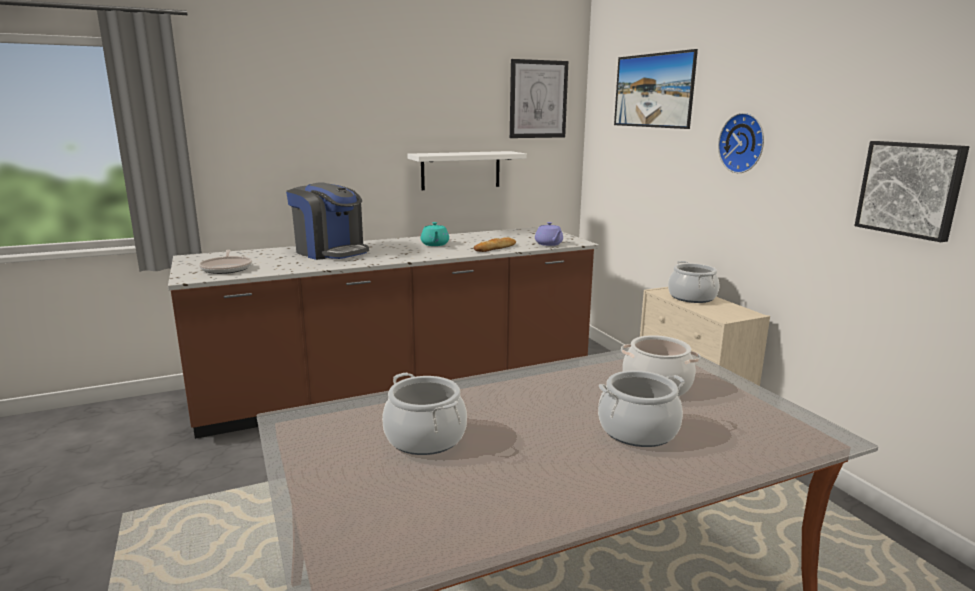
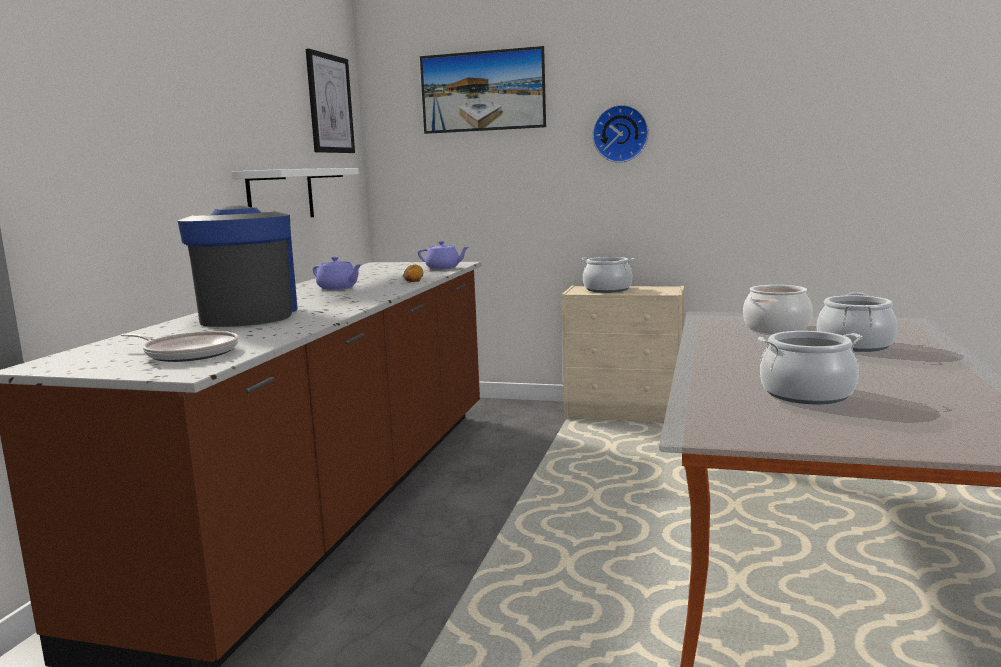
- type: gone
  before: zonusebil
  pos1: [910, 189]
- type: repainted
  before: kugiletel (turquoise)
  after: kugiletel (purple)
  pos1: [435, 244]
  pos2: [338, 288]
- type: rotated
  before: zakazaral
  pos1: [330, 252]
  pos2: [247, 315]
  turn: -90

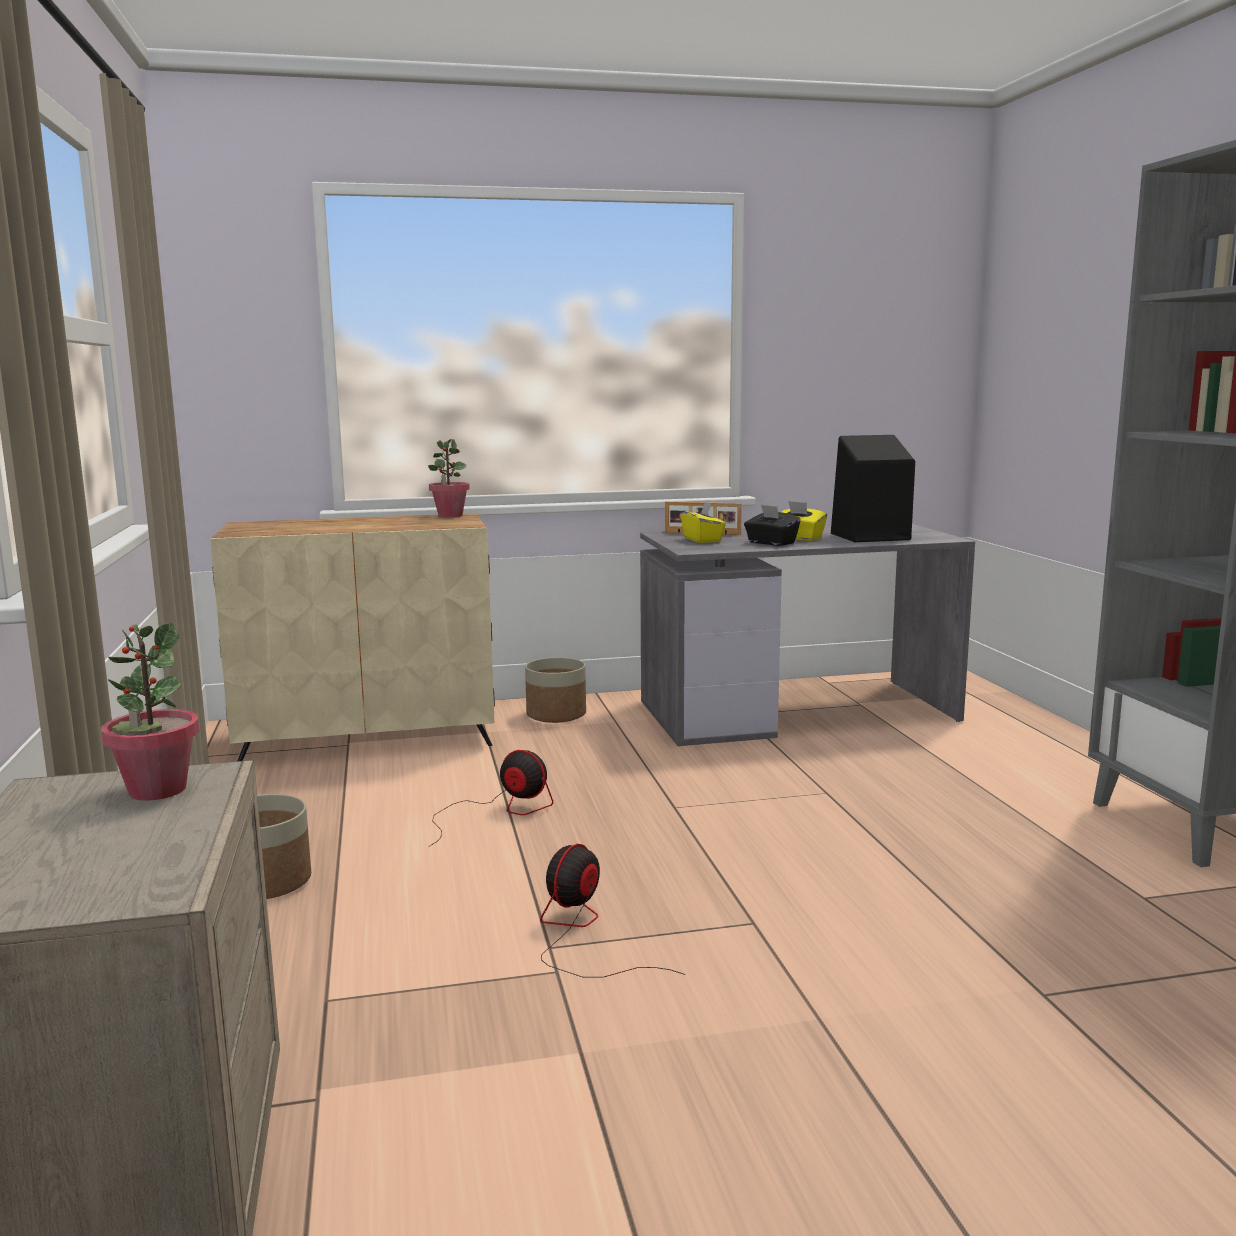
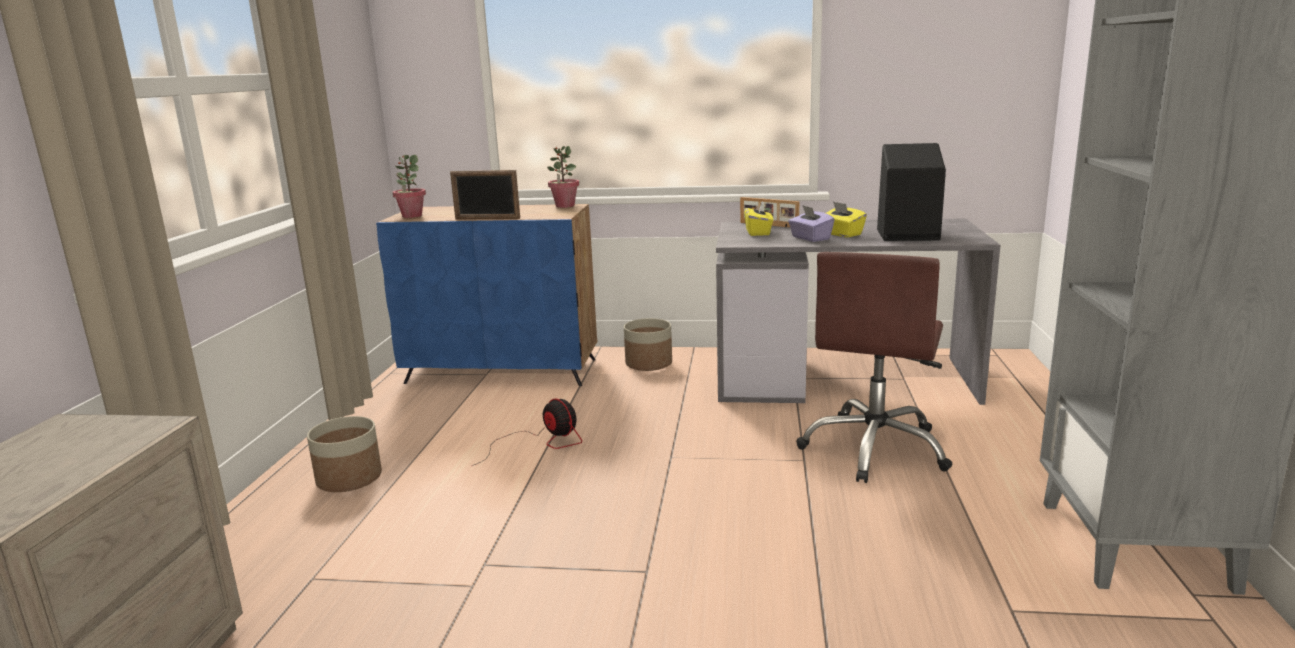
- type: gone
  before: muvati
  pos1: [581, 932]
- type: new
  after: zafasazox
  pos2: [487, 219]
- type: new
  after: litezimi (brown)
  pos2: [875, 448]
- type: shifted
  before: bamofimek
  pos1: [157, 790]
  pos2: [412, 216]
- type: repainted
  before: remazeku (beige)
  after: remazeku (blue)
  pos1: [369, 739]
  pos2: [503, 371]
- type: repainted
  before: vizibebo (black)
  after: vizibebo (purple)
  pos1: [771, 543]
  pos2: [810, 238]

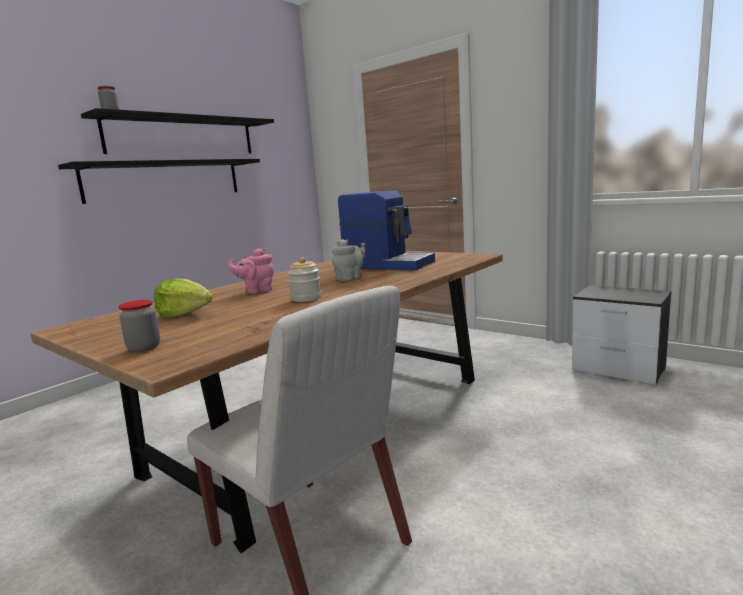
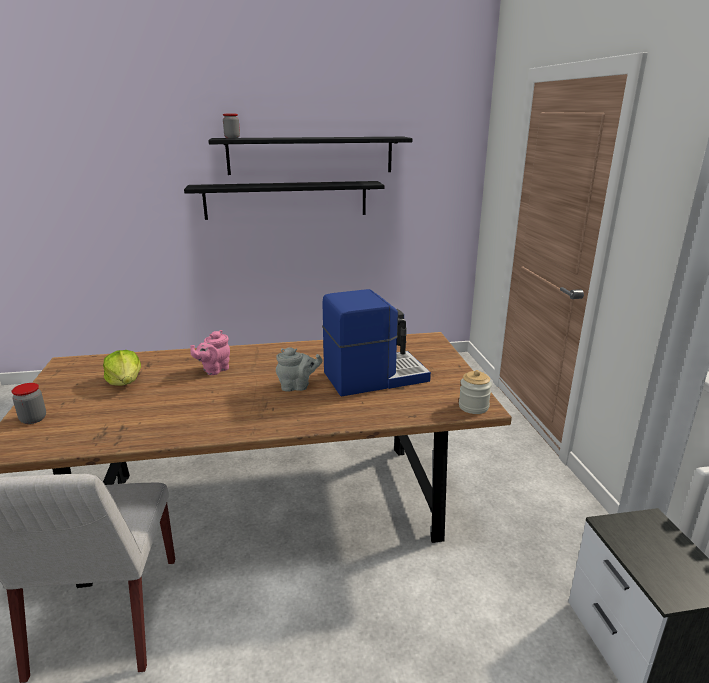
- type: shifted
  before: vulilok
  pos1: [306, 298]
  pos2: [473, 407]
- type: rotated
  before: kugiletel (pink)
  pos1: [257, 291]
  pos2: [214, 370]
  turn: -60
- type: rotated
  before: zakazaral
  pos1: [388, 265]
  pos2: [374, 376]
  turn: -90

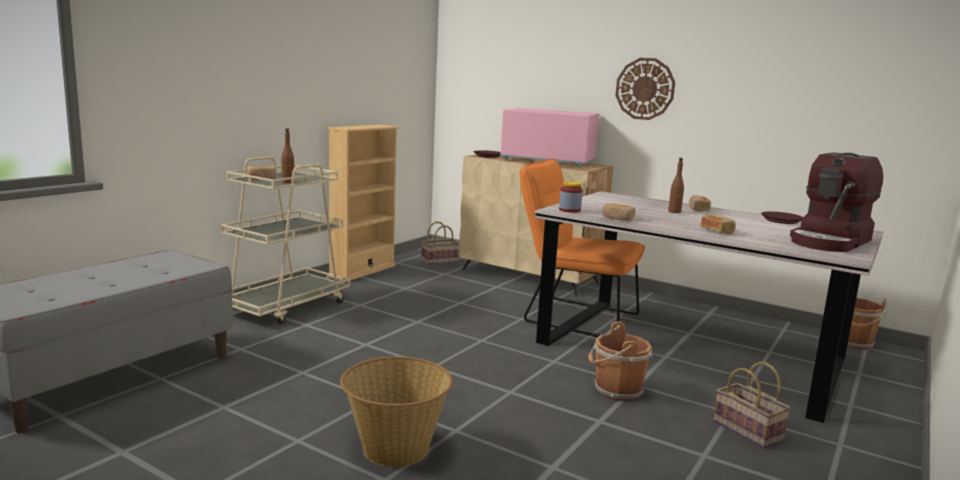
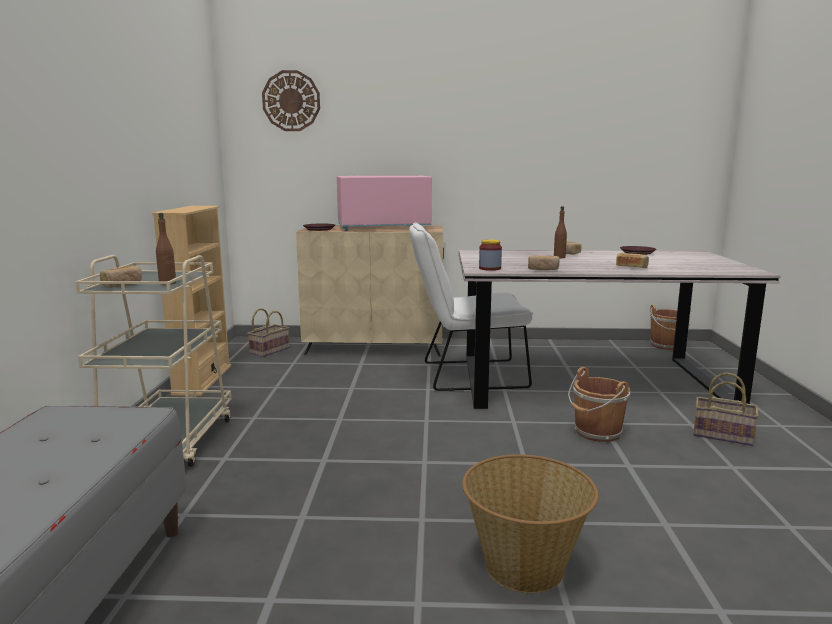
- type: gone
  before: zakazaral
  pos1: [830, 241]
- type: shifted
  before: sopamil
  pos1: [645, 89]
  pos2: [291, 101]
- type: repainted
  before: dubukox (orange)
  after: dubukox (white)
  pos1: [573, 316]
  pos2: [466, 375]

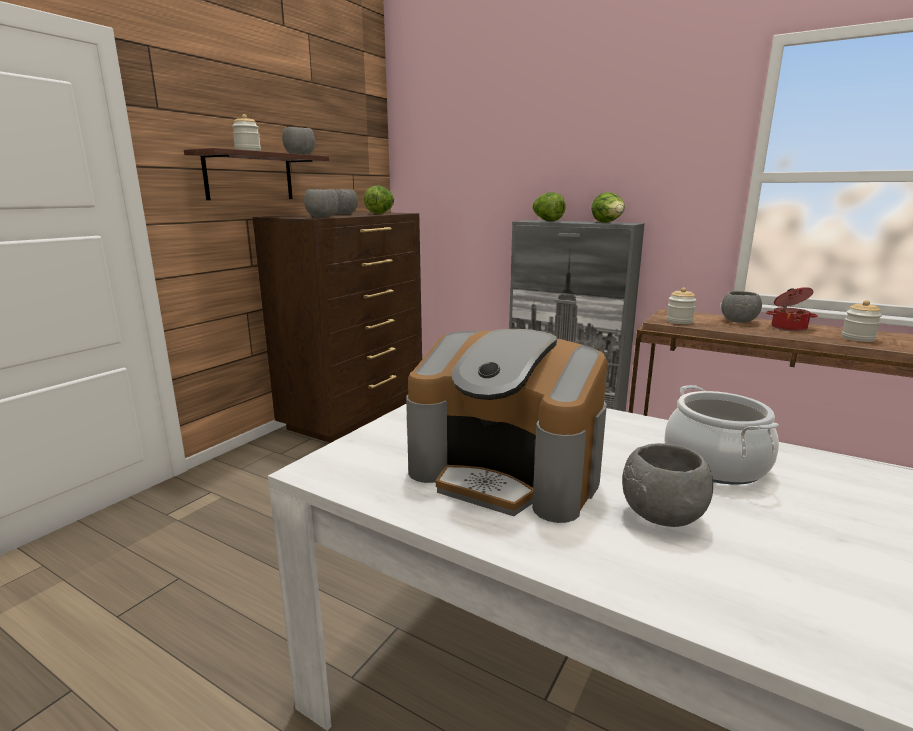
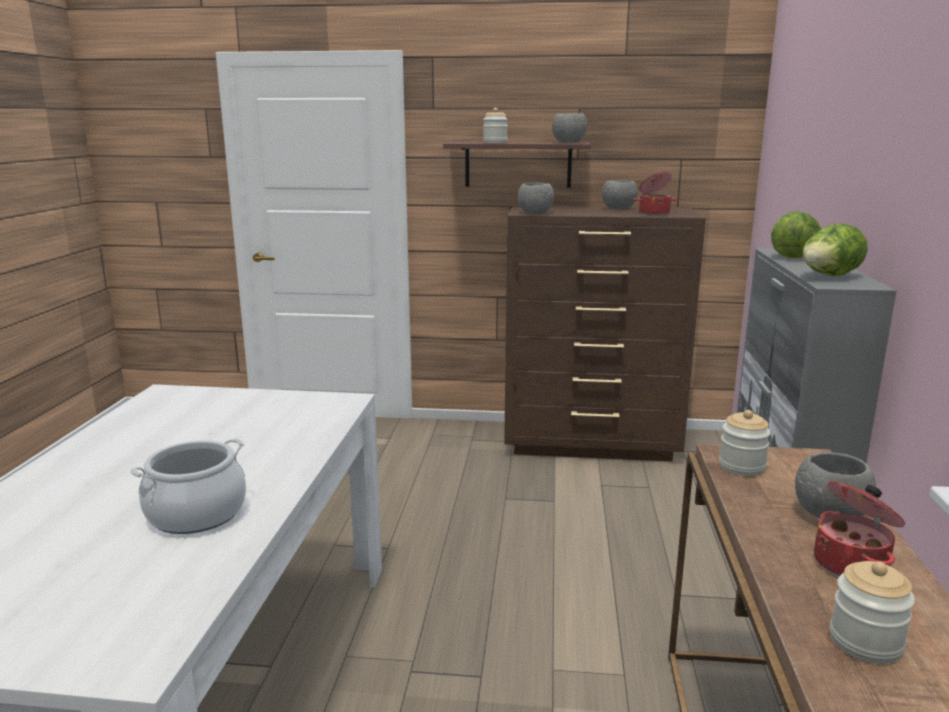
- type: gone
  before: zakazaral
  pos1: [507, 473]
- type: gone
  before: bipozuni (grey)
  pos1: [663, 516]
- type: swapped
  before: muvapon
  after: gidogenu
  pos1: [380, 213]
  pos2: [654, 213]

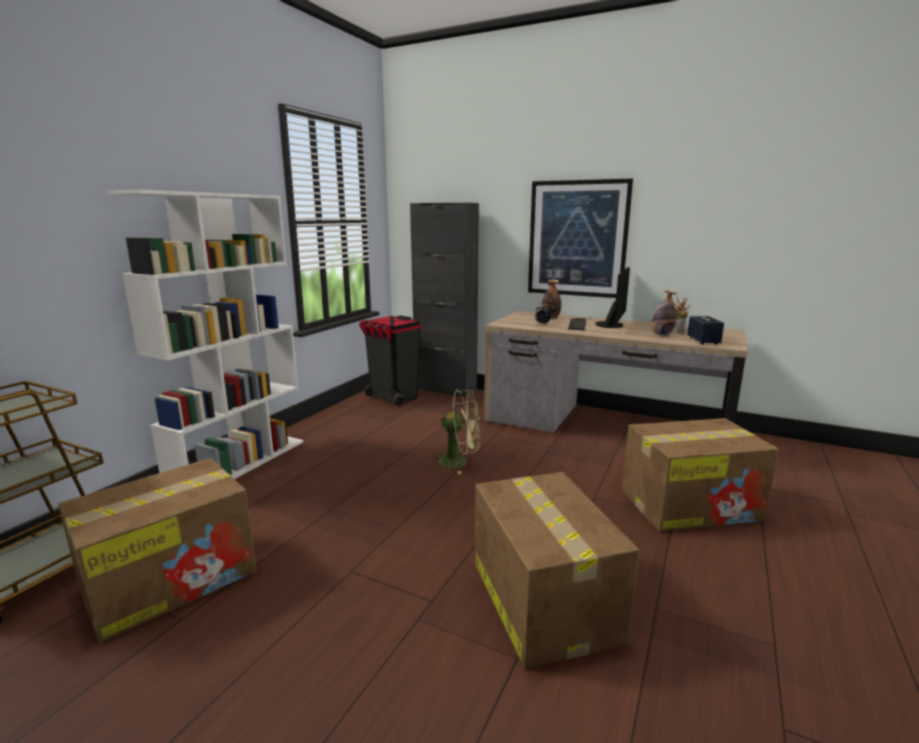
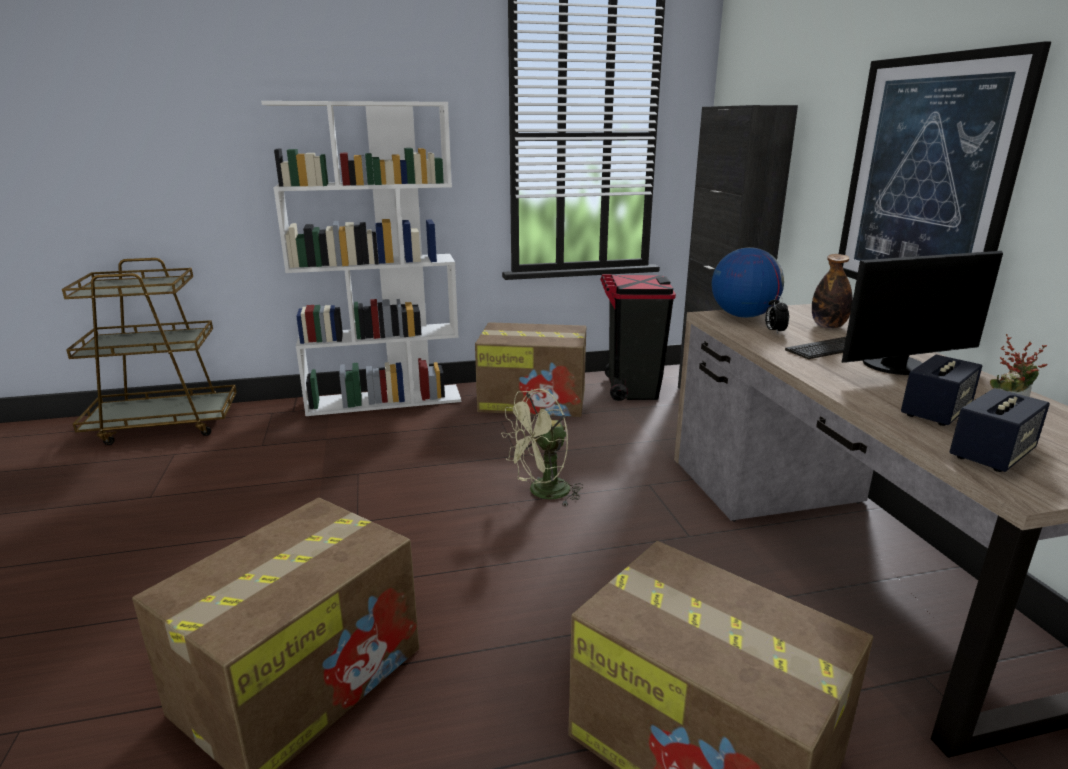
- type: new
  after: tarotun
  pos2: [742, 316]
- type: shifted
  before: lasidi
  pos1: [172, 578]
  pos2: [534, 400]
- type: swapped
  before: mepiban
  after: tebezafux
  pos1: [661, 335]
  pos2: [935, 412]
- type: rotated
  before: muvati (green)
  pos1: [460, 462]
  pos2: [542, 493]
  turn: 90

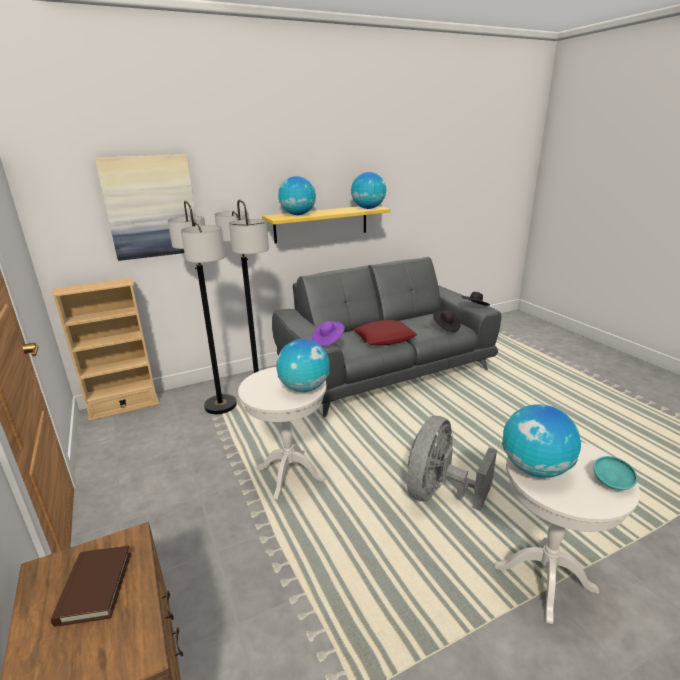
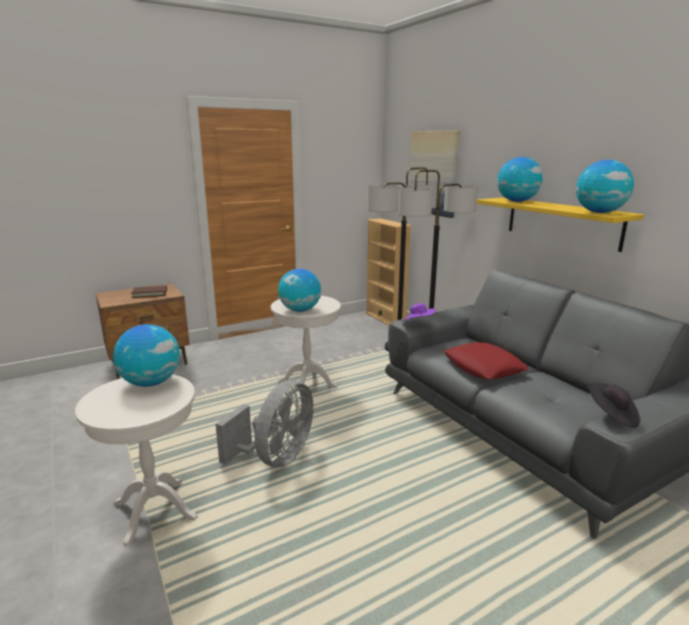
- type: gone
  before: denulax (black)
  pos1: [445, 327]
- type: gone
  before: bipozuni (turquoise)
  pos1: [611, 483]
- type: rotated
  before: muvati (grey)
  pos1: [439, 492]
  pos2: [276, 458]
  turn: 90

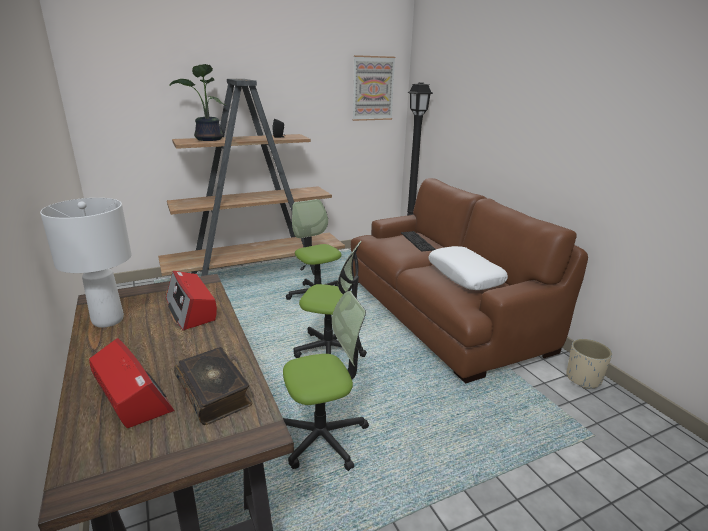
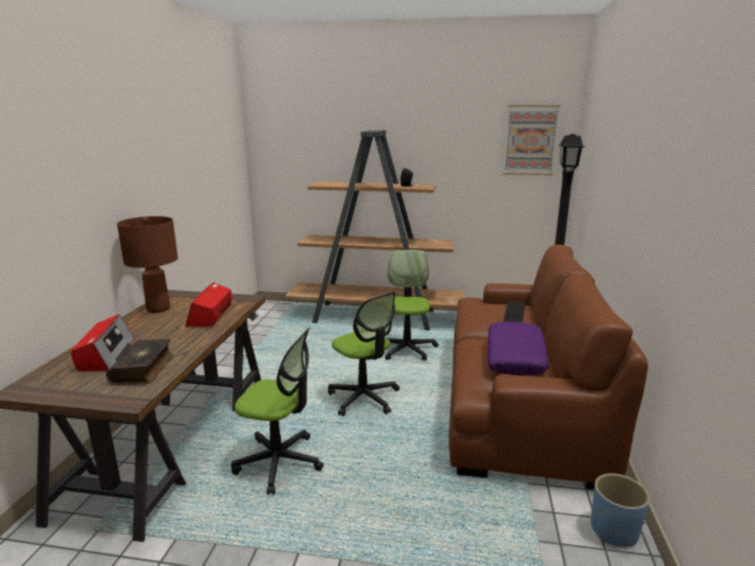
- type: gone
  before: bamofimek
  pos1: [208, 139]
- type: repainted
  before: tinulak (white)
  after: tinulak (brown)
  pos1: [108, 320]
  pos2: [158, 309]
- type: repainted
  before: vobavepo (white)
  after: vobavepo (purple)
  pos1: [465, 275]
  pos2: [515, 357]
- type: repainted
  before: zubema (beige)
  after: zubema (blue)
  pos1: [583, 379]
  pos2: [614, 531]

